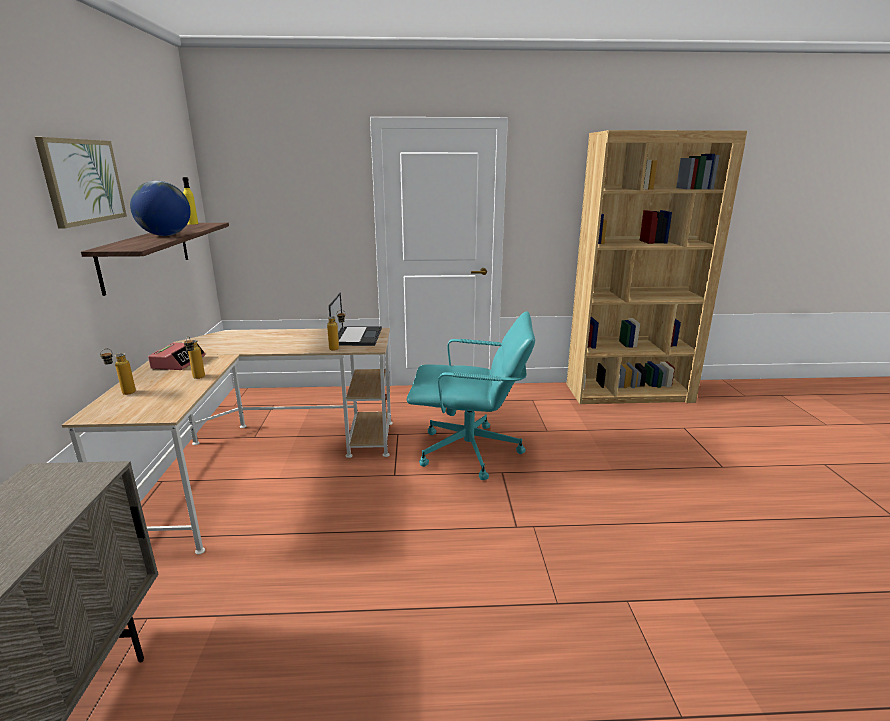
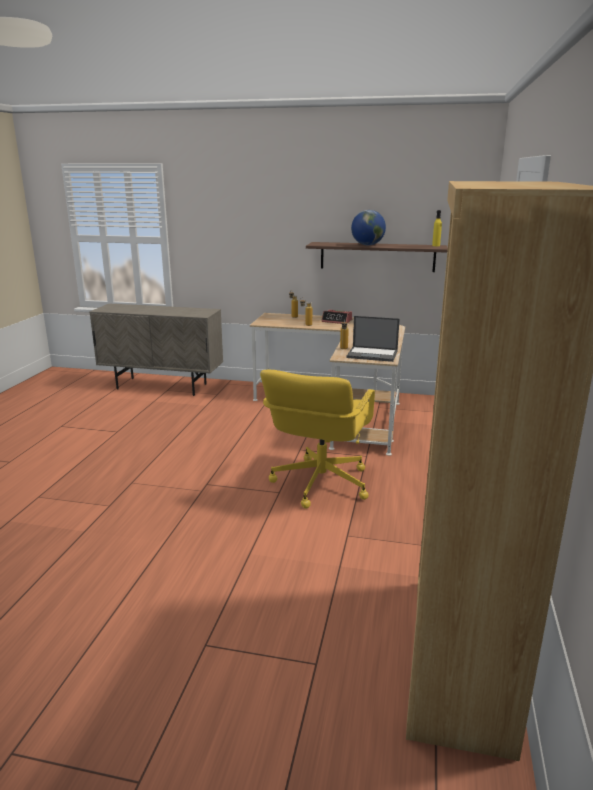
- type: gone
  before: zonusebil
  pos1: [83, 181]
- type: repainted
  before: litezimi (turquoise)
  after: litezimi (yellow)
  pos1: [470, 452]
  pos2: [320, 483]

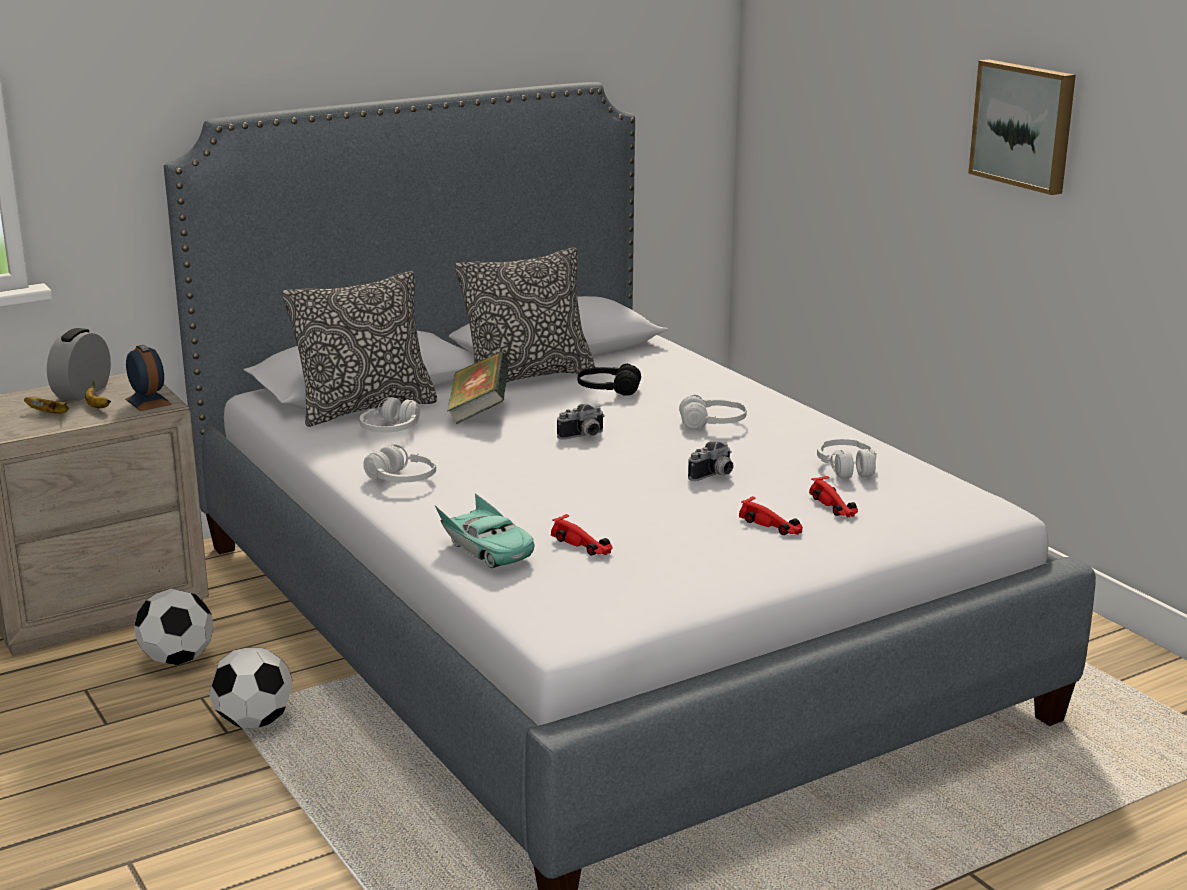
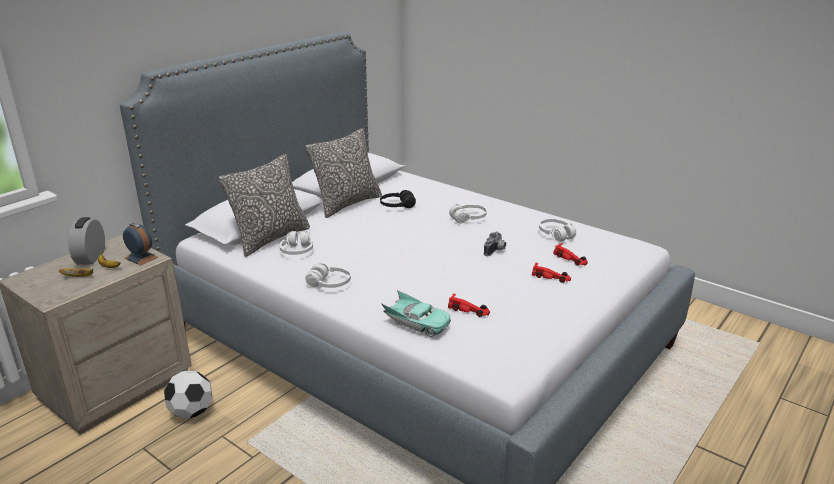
- type: gone
  before: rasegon
  pos1: [254, 722]
- type: gone
  before: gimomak
  pos1: [479, 411]
- type: gone
  before: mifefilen
  pos1: [583, 436]
- type: gone
  before: zonusebil
  pos1: [1025, 125]

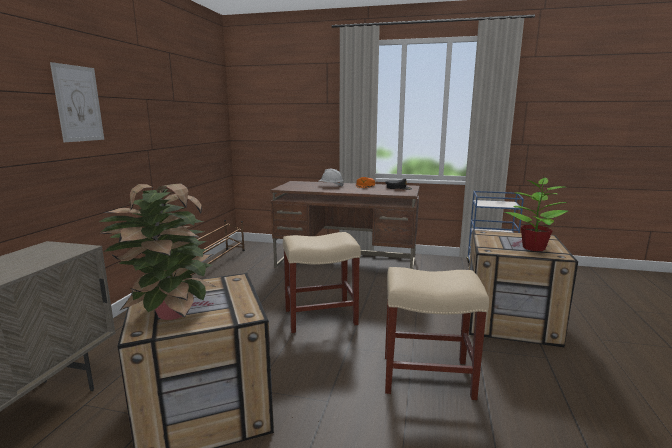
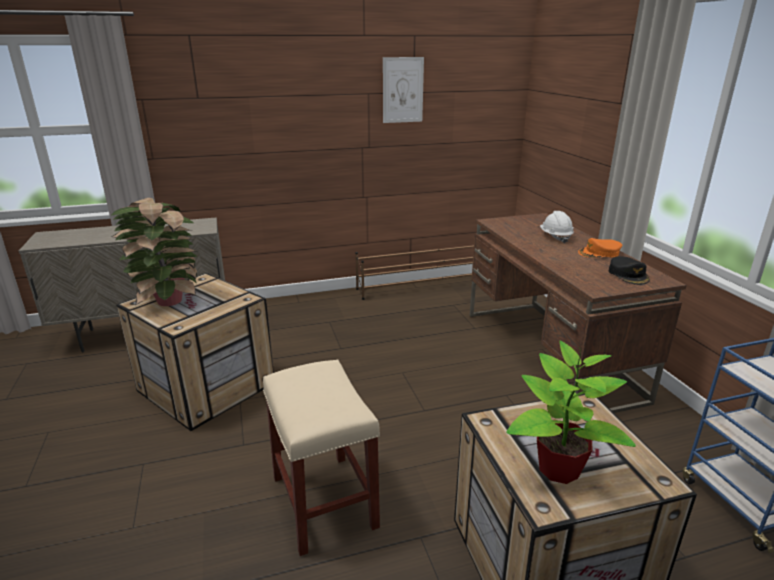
- type: gone
  before: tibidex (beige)
  pos1: [321, 317]
- type: shifted
  before: zonusebil
  pos1: [78, 104]
  pos2: [403, 90]

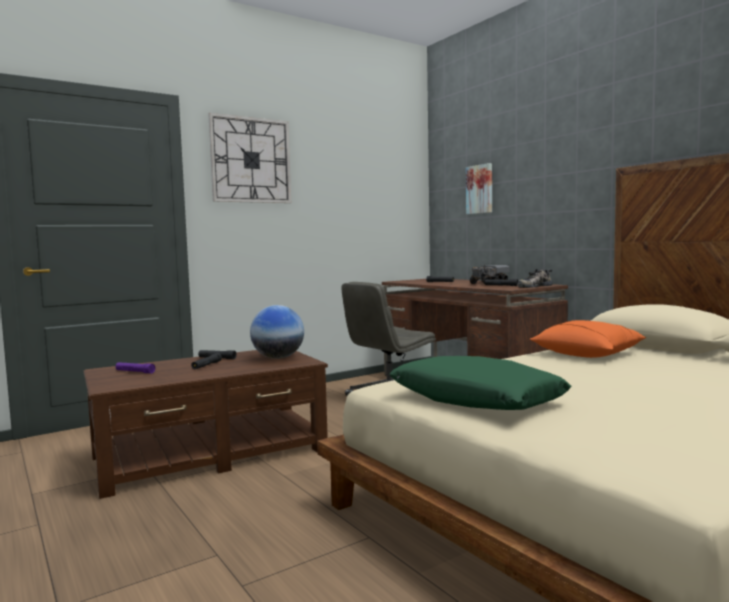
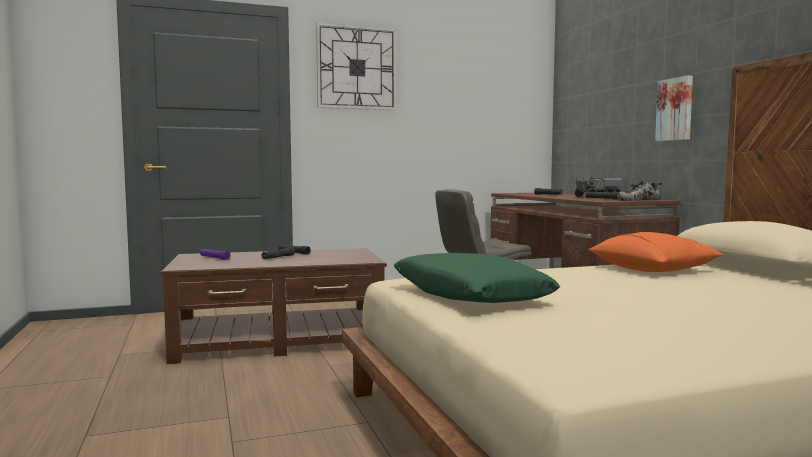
- type: gone
  before: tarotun
  pos1: [278, 358]
- type: shifted
  before: zonusebil
  pos1: [480, 189]
  pos2: [675, 109]

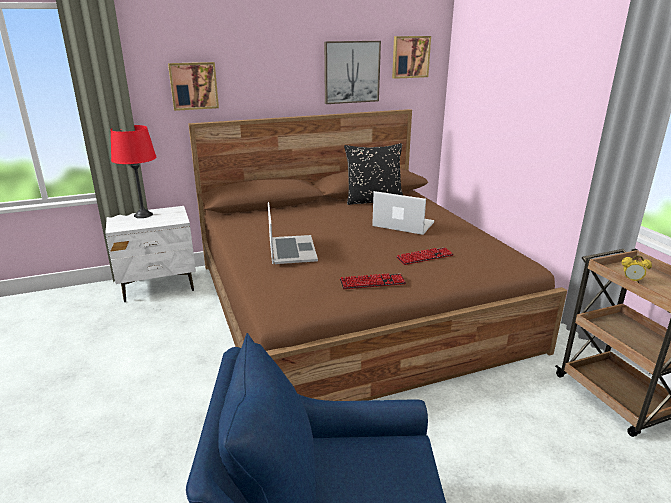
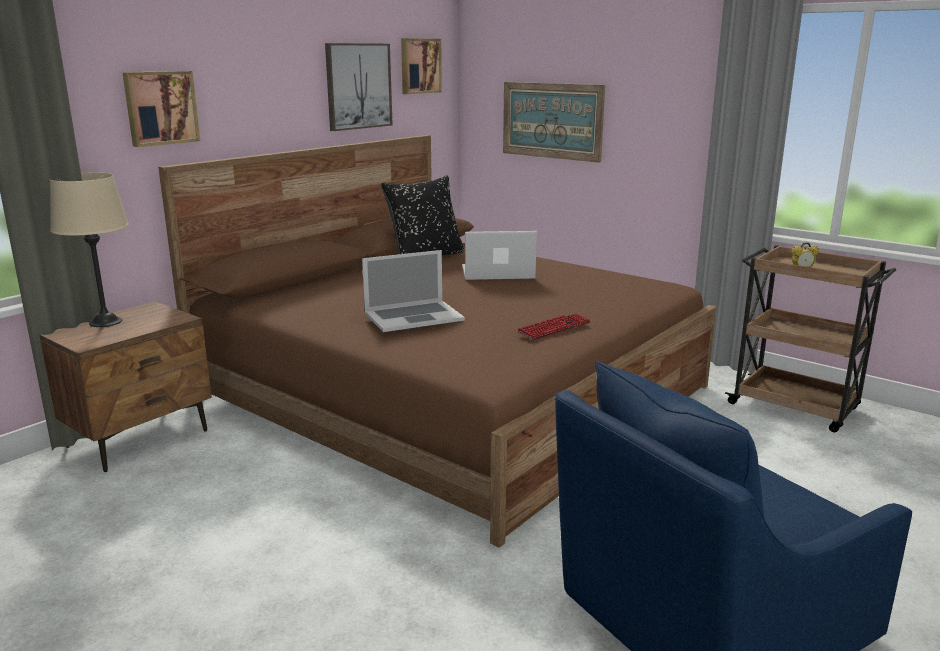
- type: gone
  before: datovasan
  pos1: [425, 257]
- type: new
  after: zonusebil
  pos2: [552, 120]
- type: repainted
  before: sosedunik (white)
  after: sosedunik (brown)
  pos1: [159, 286]
  pos2: [139, 438]
- type: repainted
  before: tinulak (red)
  after: tinulak (beige)
  pos1: [143, 215]
  pos2: [105, 322]
- type: rotated
  before: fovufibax
  pos1: [291, 250]
  pos2: [413, 316]
  turn: 105

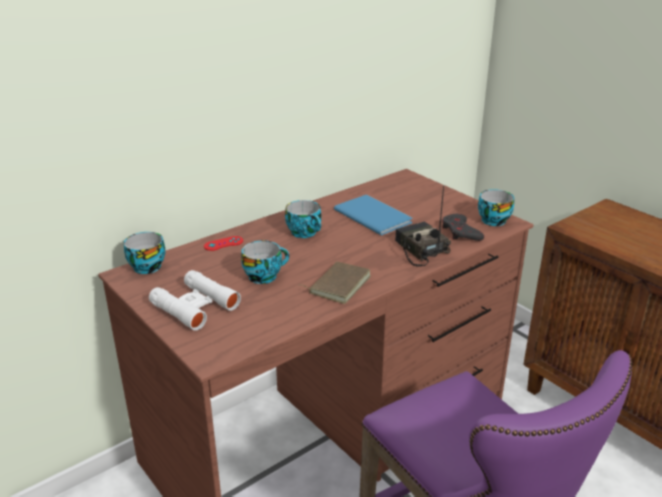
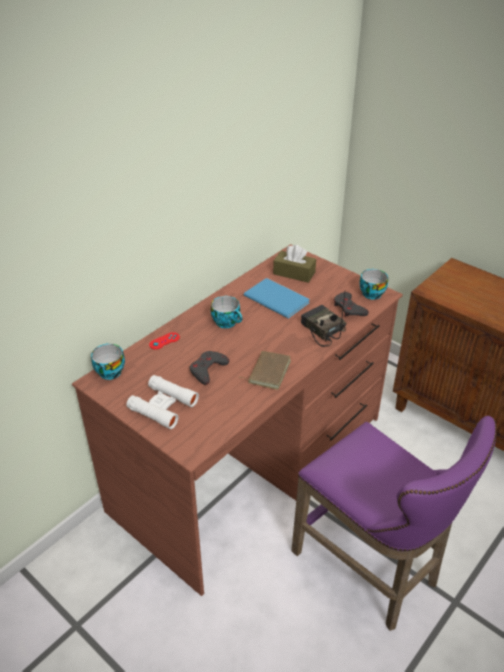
- type: new
  after: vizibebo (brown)
  pos2: [294, 273]
- type: swapped
  before: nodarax
  after: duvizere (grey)
  pos1: [264, 276]
  pos2: [208, 370]

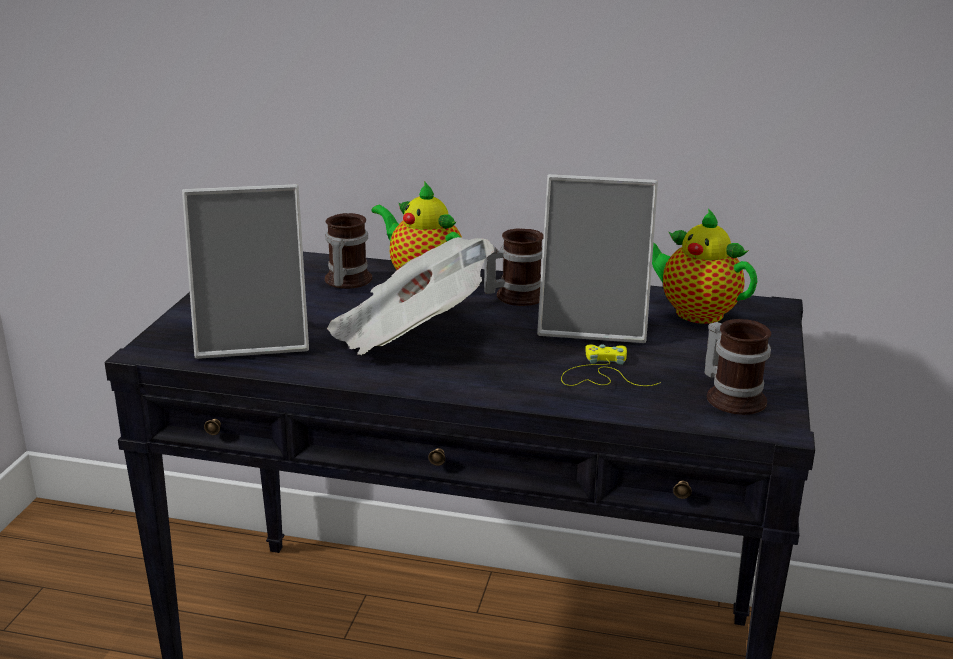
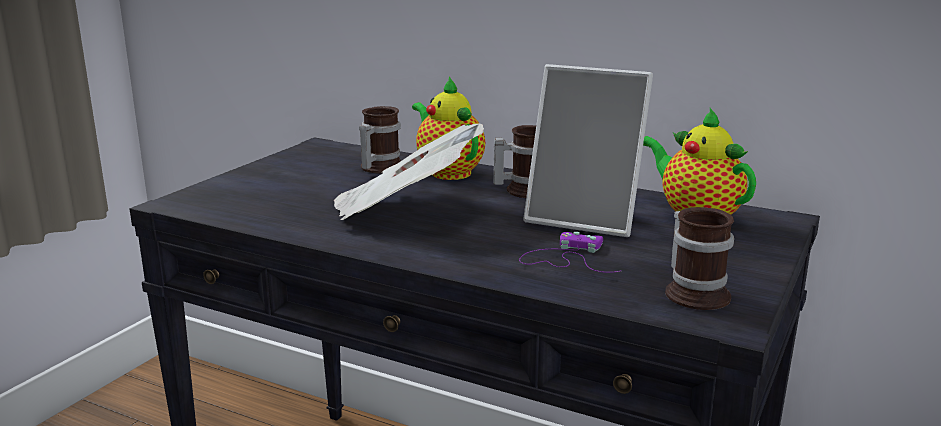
- type: gone
  before: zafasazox
  pos1: [254, 339]
- type: repainted
  before: duvizere (yellow)
  after: duvizere (purple)
  pos1: [600, 373]
  pos2: [566, 258]

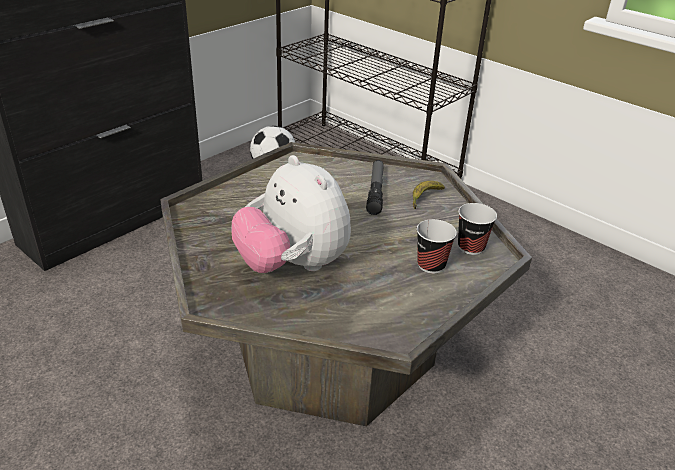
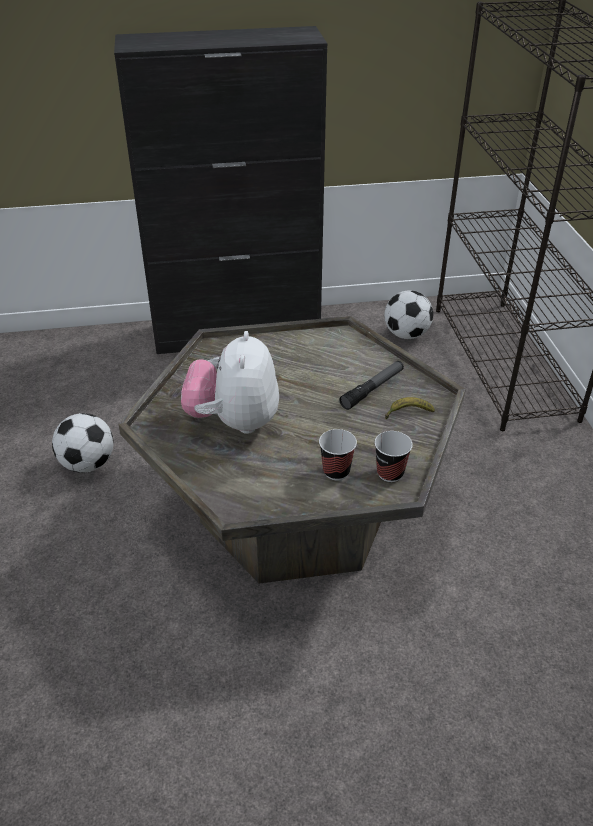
- type: new
  after: rasegon
  pos2: [88, 464]

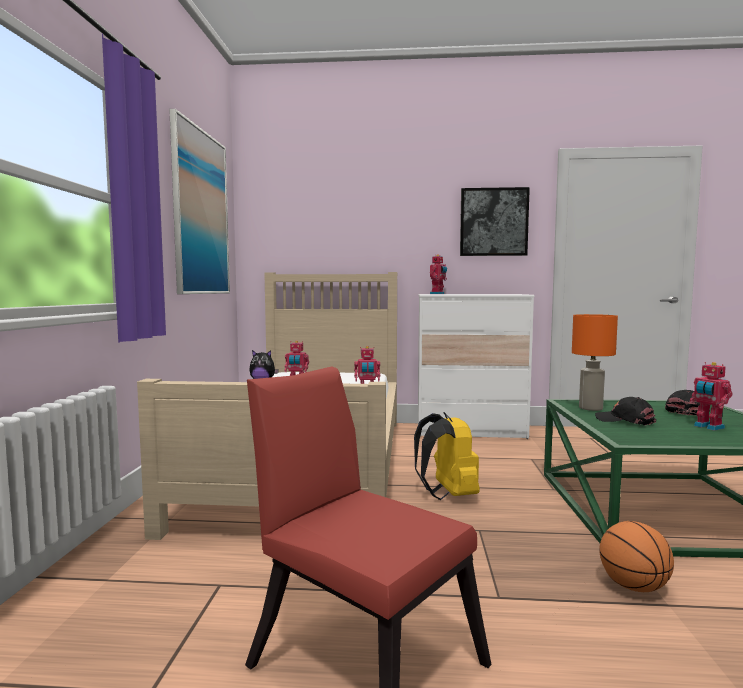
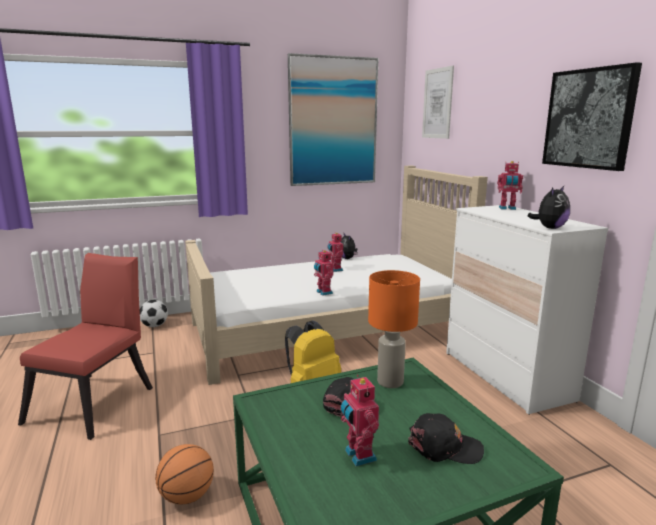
- type: new
  after: rasegon
  pos2: [154, 326]
- type: new
  after: zonusebil
  pos2: [437, 103]
- type: new
  after: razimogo
  pos2: [549, 228]
- type: rotated
  before: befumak
  pos1: [708, 427]
  pos2: [358, 456]
  turn: -60

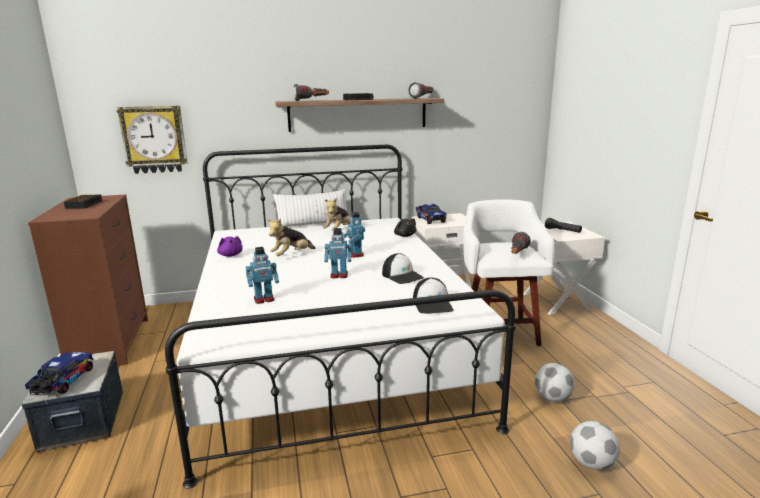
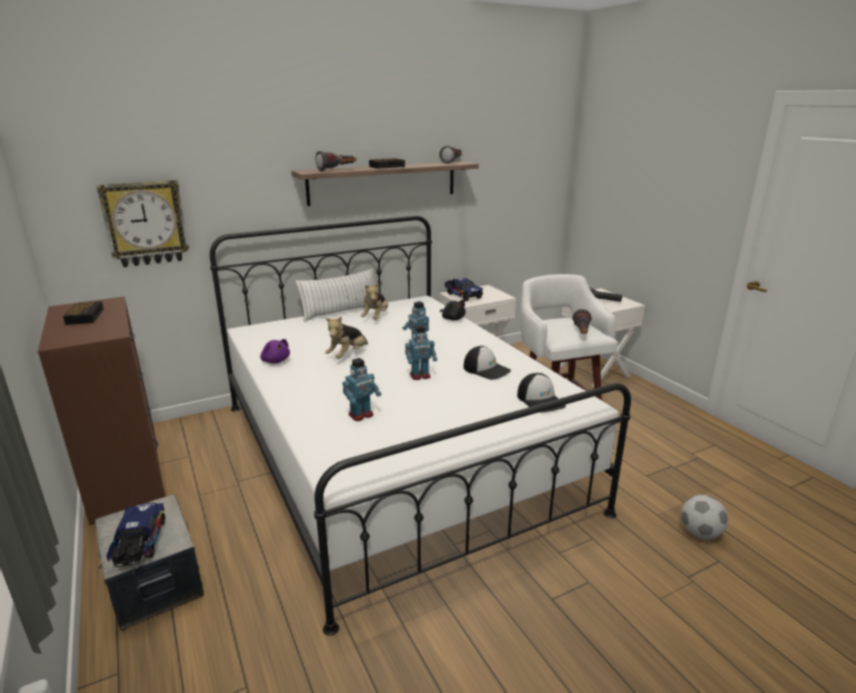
- type: gone
  before: rasegon
  pos1: [552, 398]

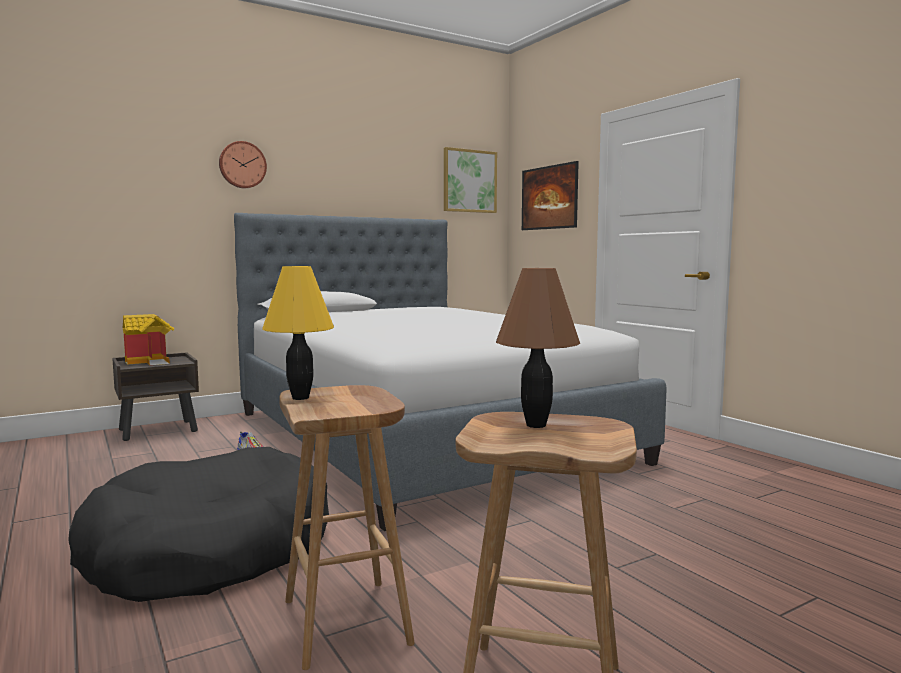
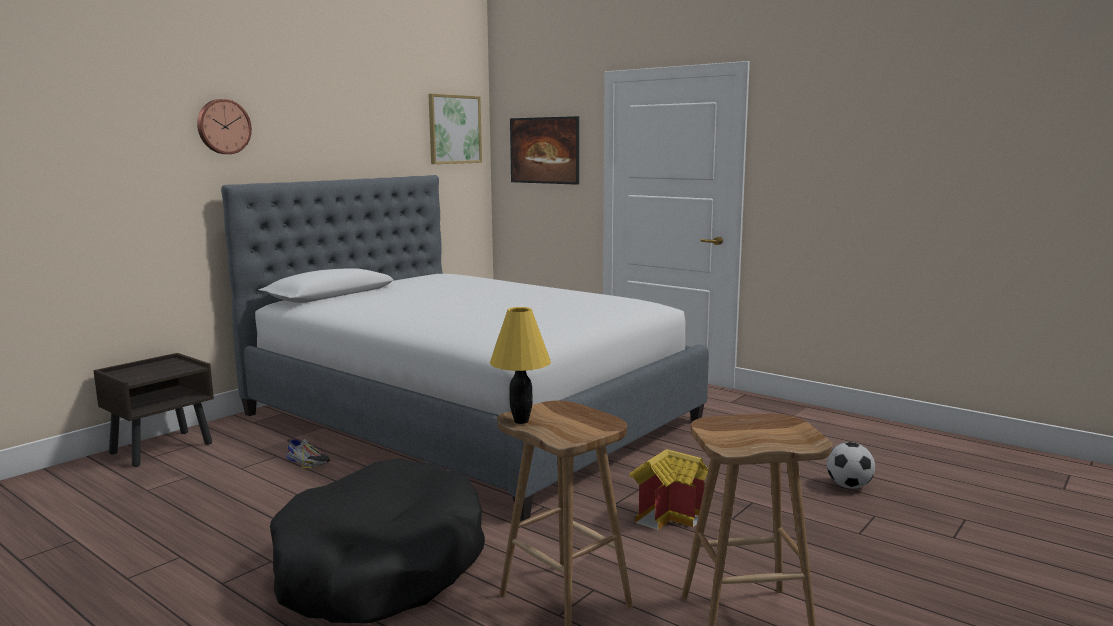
- type: gone
  before: tinulak (brown)
  pos1: [535, 425]
- type: new
  after: rasegon
  pos2: [849, 486]
- type: shifted
  before: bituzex
  pos1: [152, 361]
  pos2: [669, 516]

